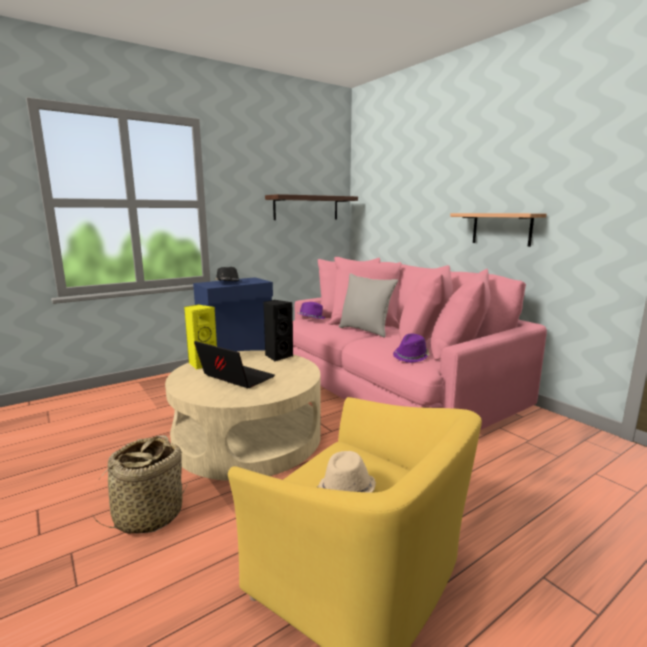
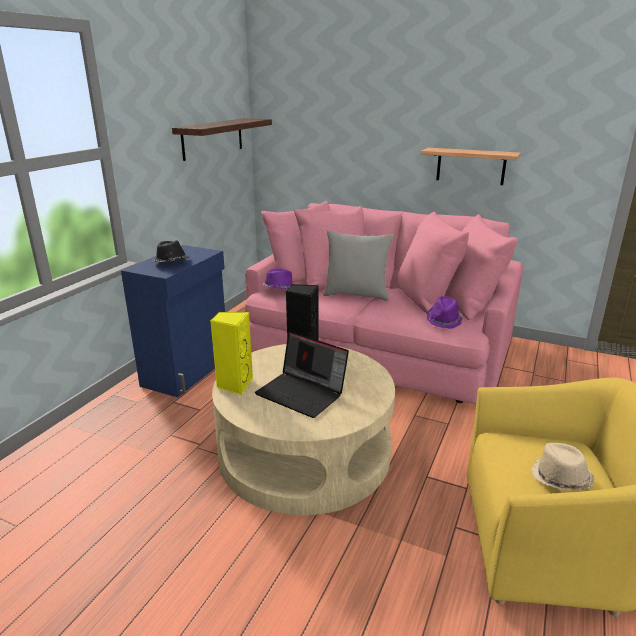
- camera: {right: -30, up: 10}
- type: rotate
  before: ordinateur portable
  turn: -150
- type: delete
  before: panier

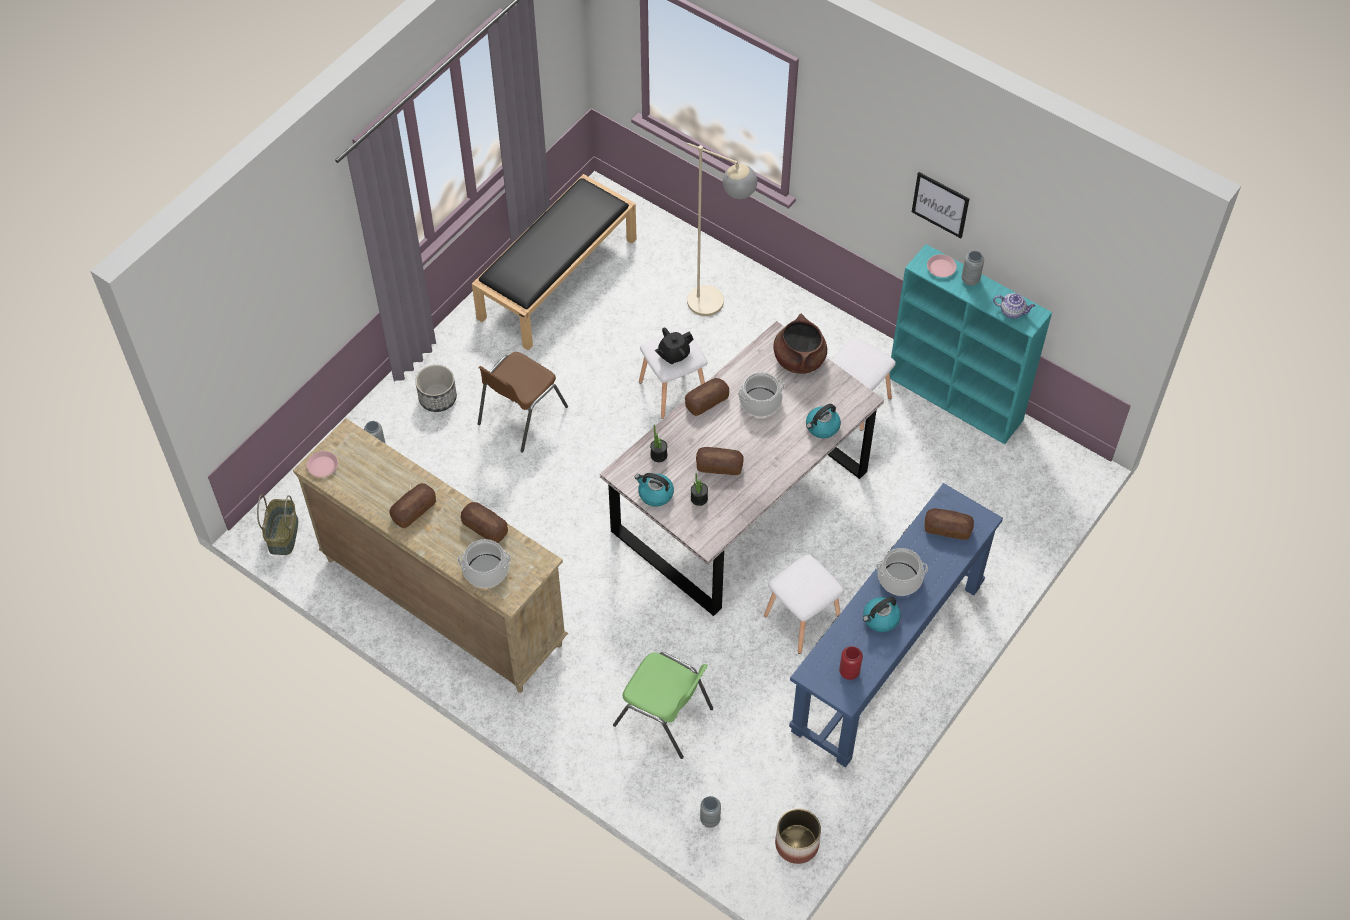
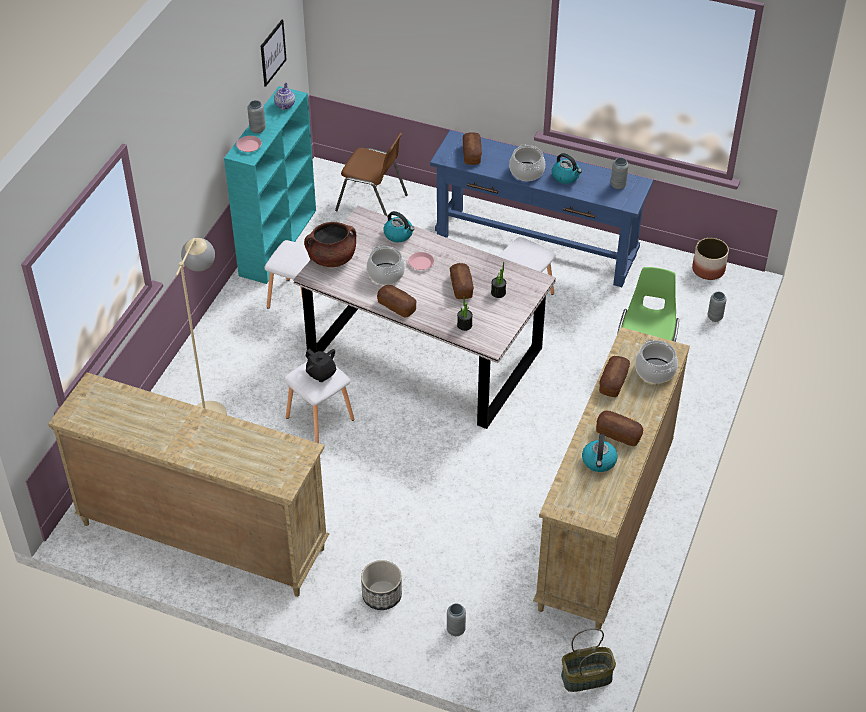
- camera: {right: -105, up: -10}
- type: replace
  before: banc [noir]
  after: commode [beige] (1st from left)
- type: move
  before: tableau
- type: move
  before: chaise [marron]
- type: move
  before: assiette [rose] (1st from left in the first image)
  after: assiette [rose] (2nd from left)
- type: move
  before: bouilloire (1st from left in the first image)
  after: bouilloire (3rd from left)
- type: recolor
  before: vase [rouge]
  after: vase [gris] (3rd from left)

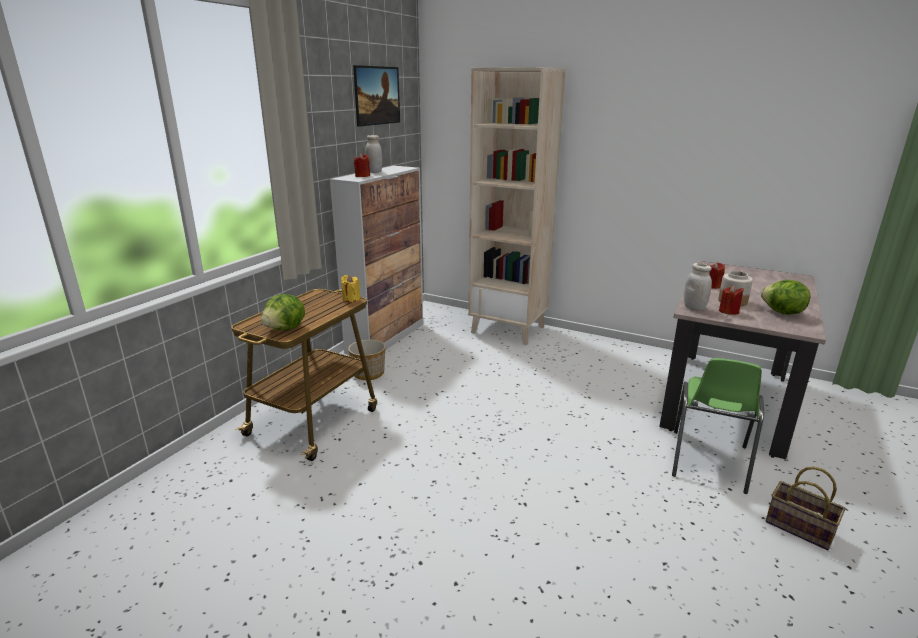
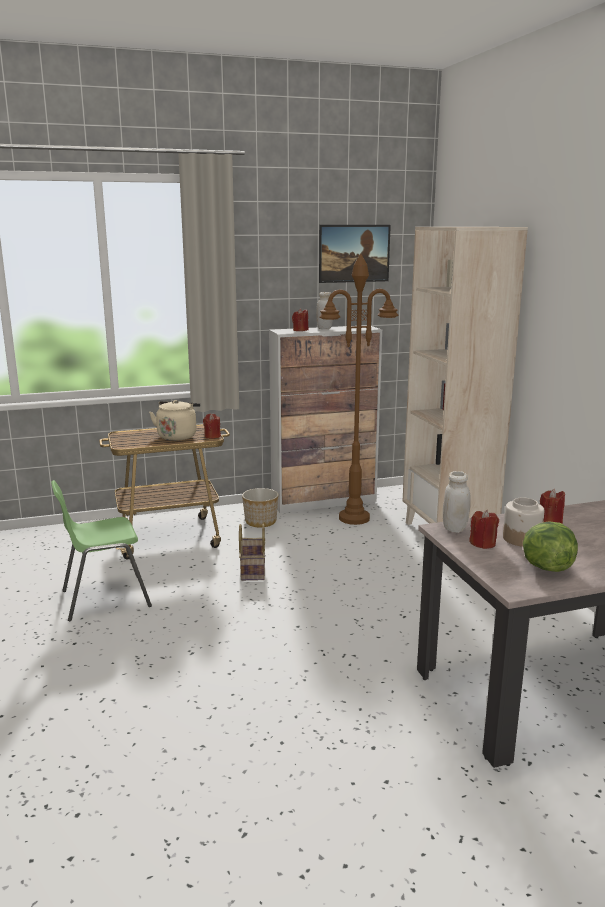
- camera: {right: 45, up: -5}
- type: move
  before: chaise [vert]
- type: insert
  after: bouilloire [beige]
- type: recolor
  before: bougie [jaune]
  after: bougie [rouge] (1st from left)
- type: move
  before: panier
- type: insert
  after: lampadaire [marron]
- type: delete
  before: laitue (1st from left)

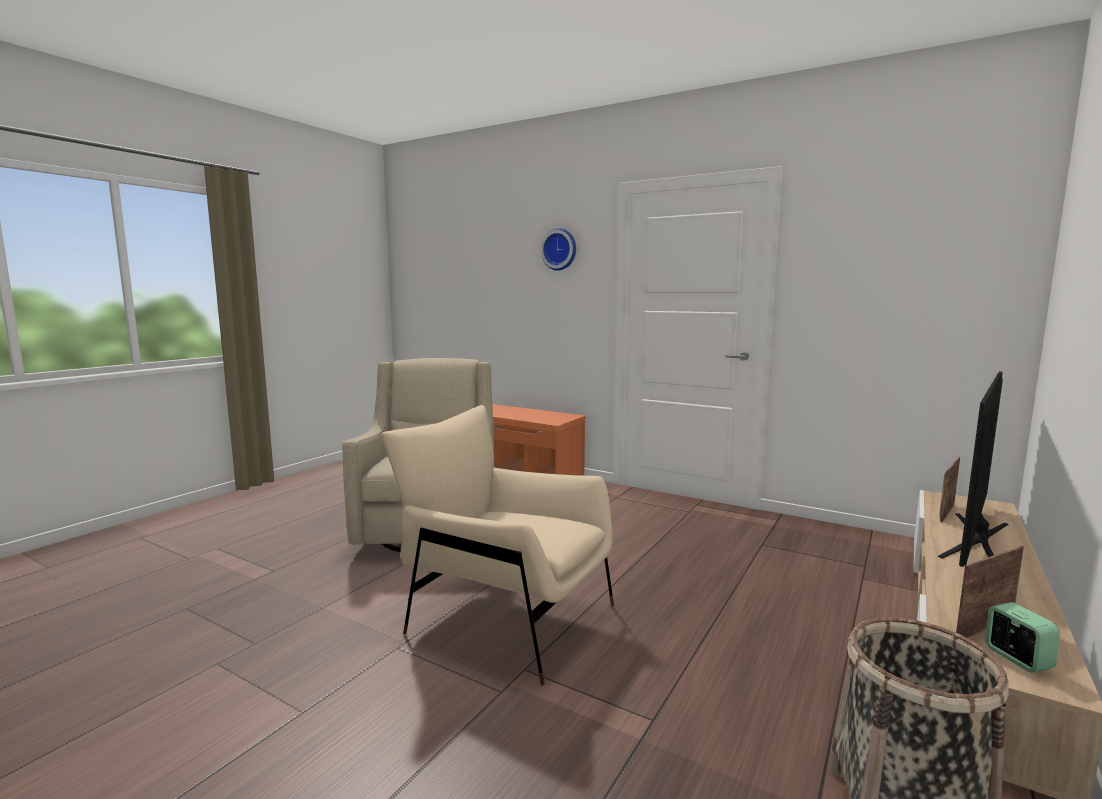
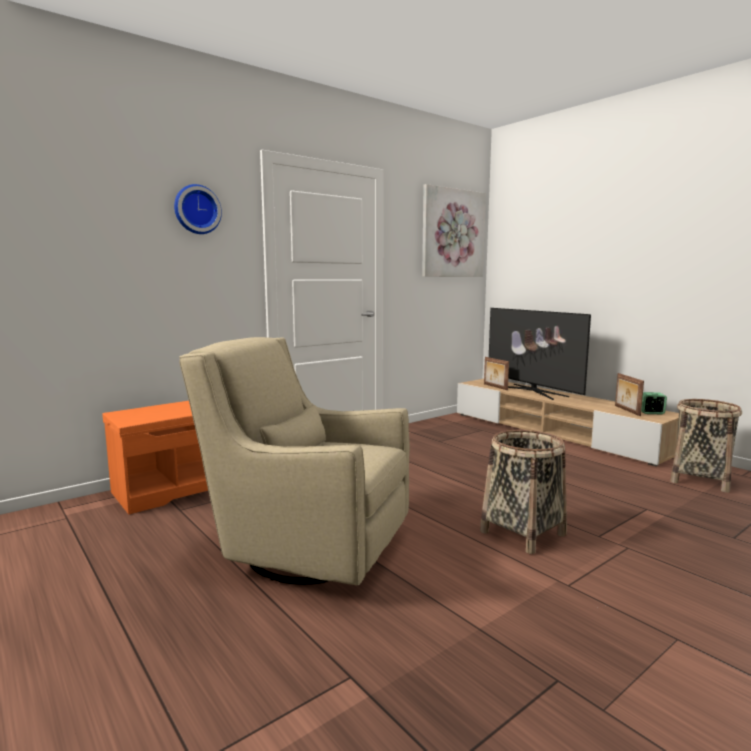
- camera: {right: -70, up: 0}
- type: insert
  after: tableau
- type: replace
  before: fauteuil [beige] (2nd from left)
  after: panier (1st from left)

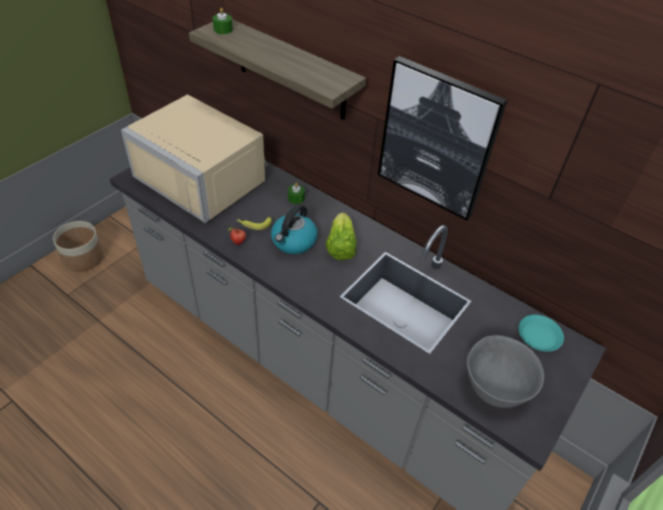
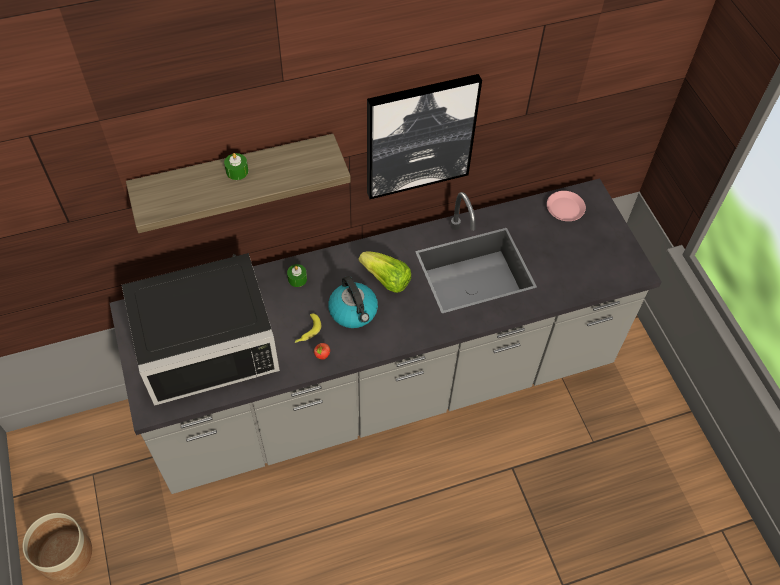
- camera: {right: -55, up: 10}
- type: recolor
  before: micro-ondes [beige]
  after: micro-ondes [noir]
- type: move
  before: bougie [vert] (1st from left)
- type: recolor
  before: assiette [turquoise]
  after: assiette [rose]
- type: delete
  before: bol [gris]

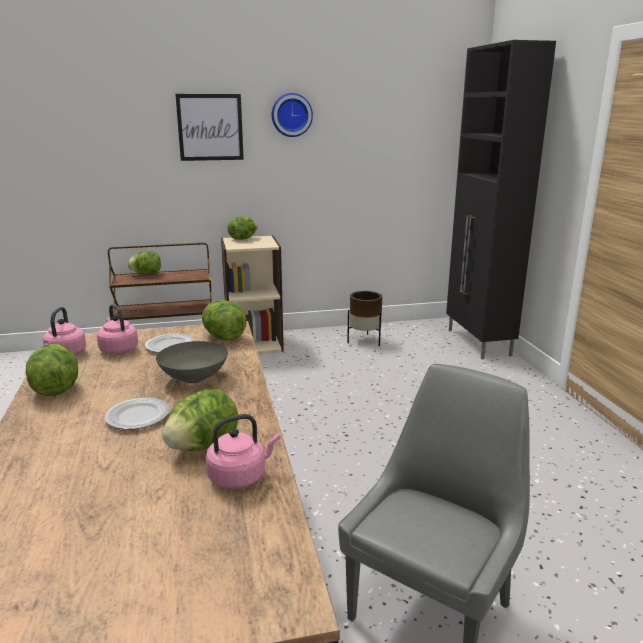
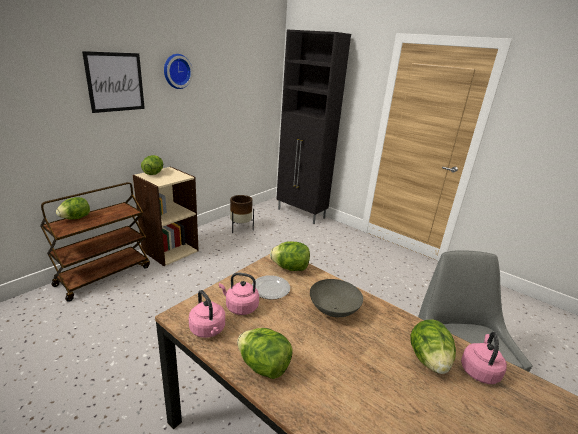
- camera: {right: -40, up: 5}
- type: delete
  before: assiette (1st from left)

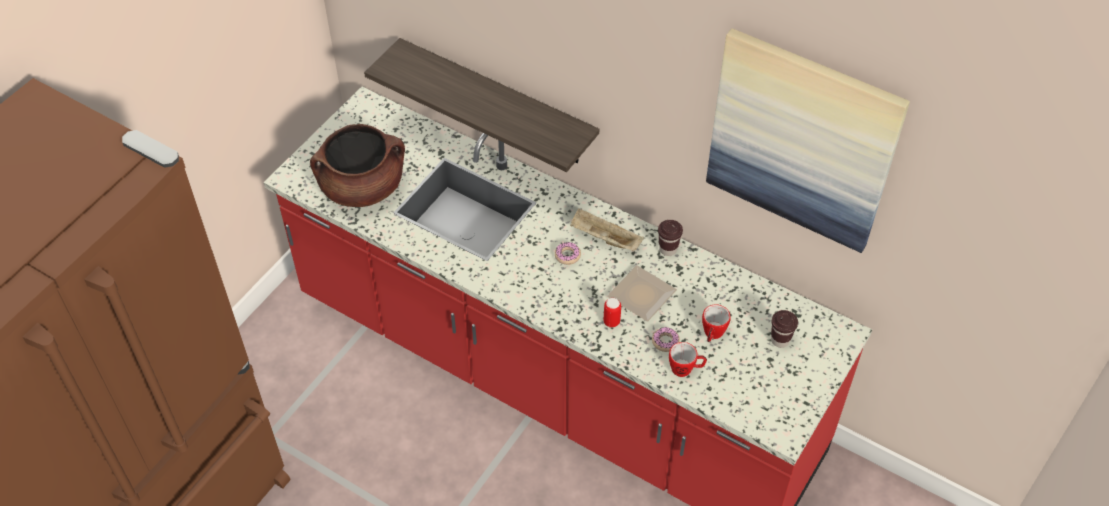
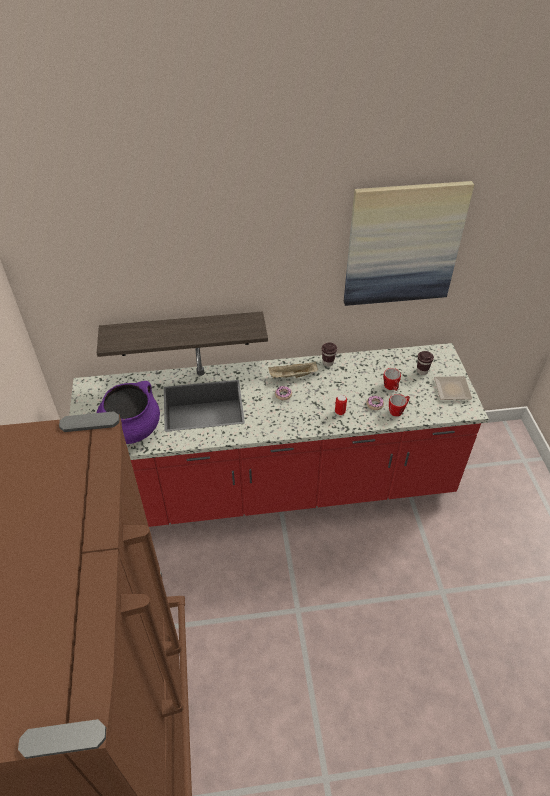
- camera: {right: -40, up: -5}
- type: recolor
  before: marmite [marron]
  after: marmite [violet]
- type: move
  before: assiette

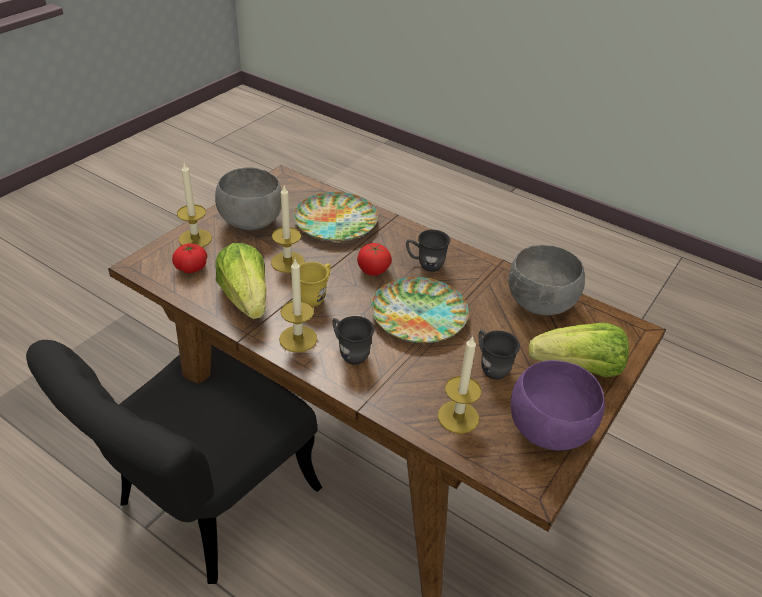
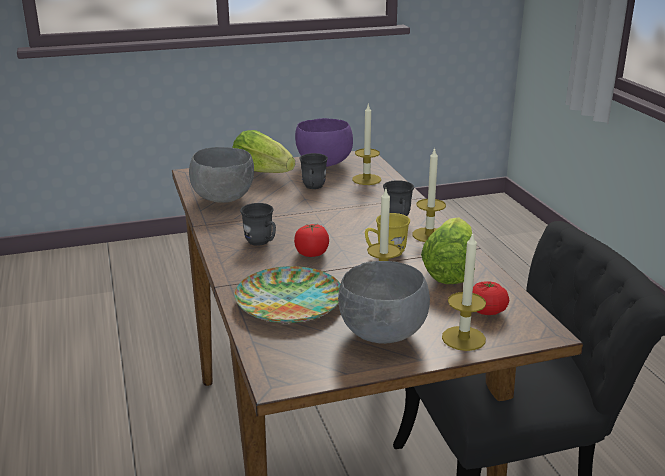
- camera: {right: -140, up: -15}
- type: delete
  before: assiette (2nd from left)

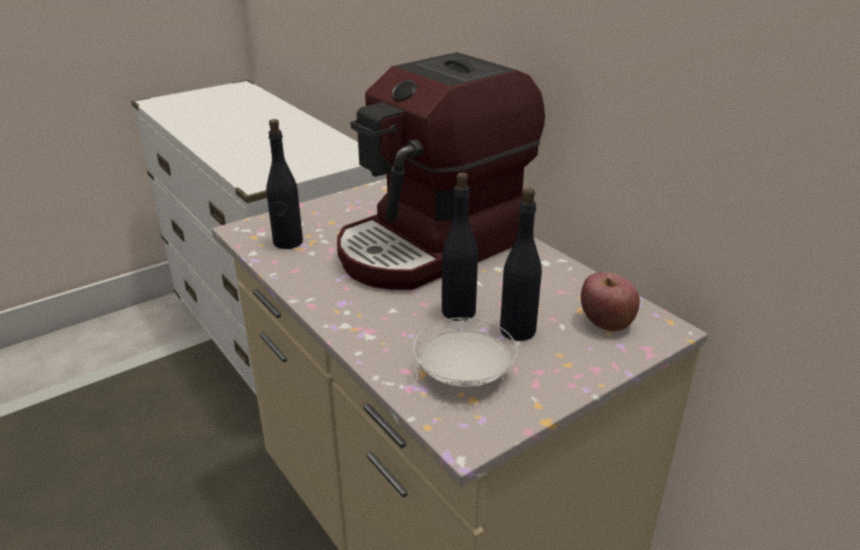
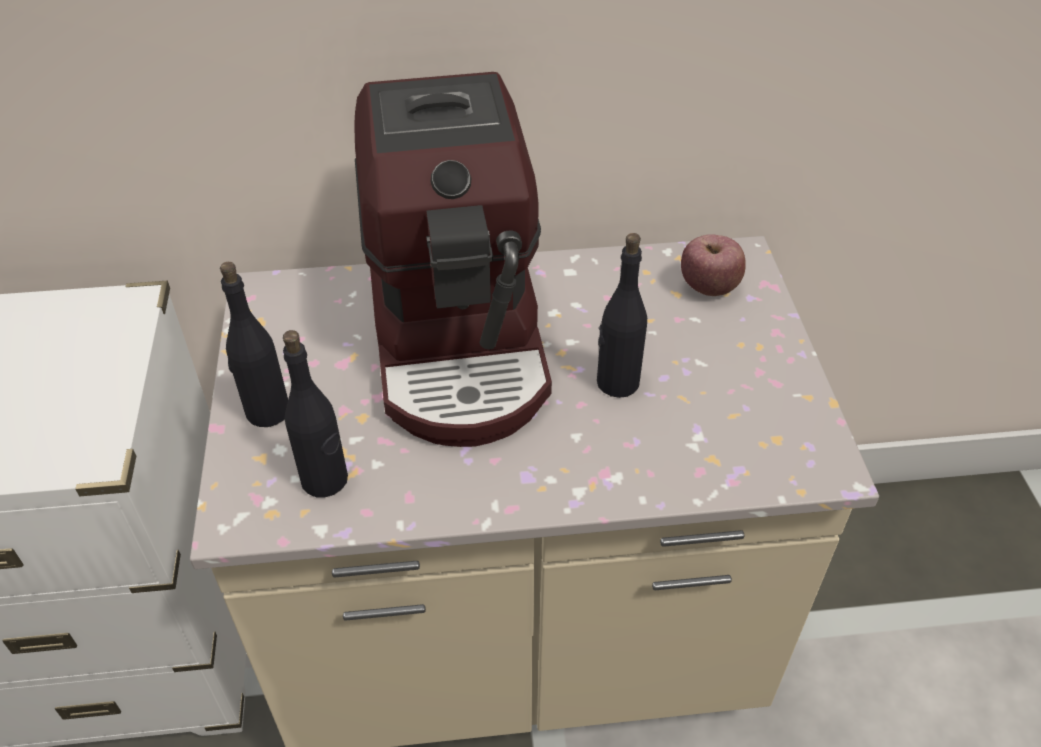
- camera: {right: -60, up: 15}
- type: move
  before: bouteille [noir] (3rd from left in the first image)
  after: bouteille [noir] (1st from left)
- type: delete
  before: assiette [blanc]

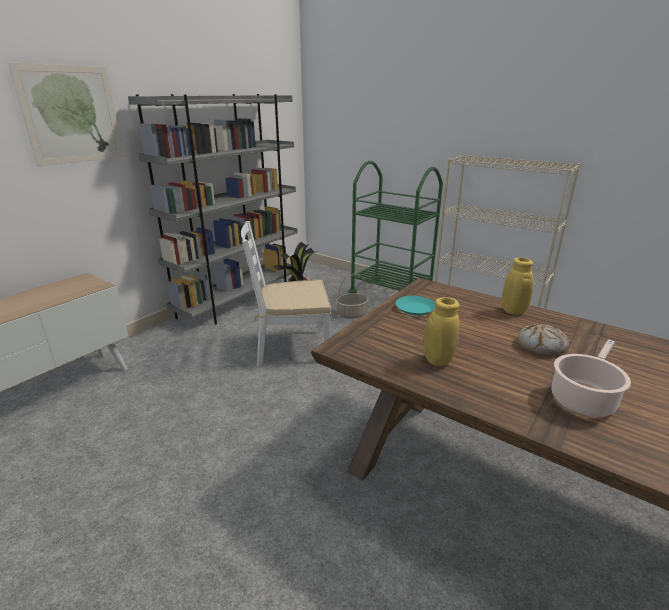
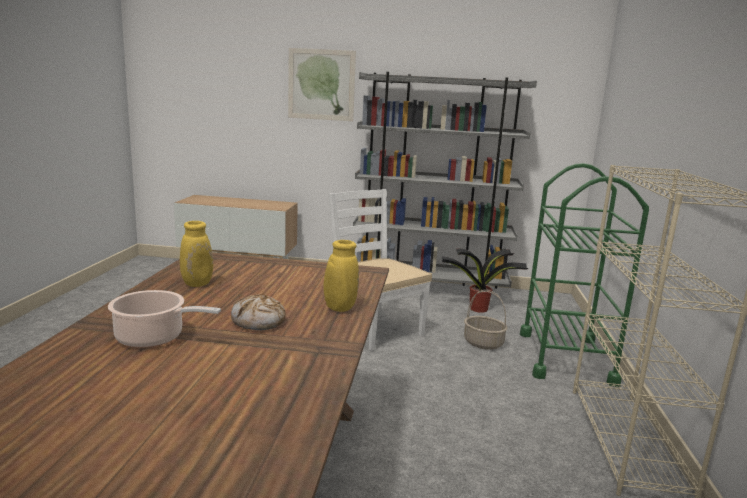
- camera: {right: 60, up: -10}
- type: delete
  before: assiette [turquoise]

